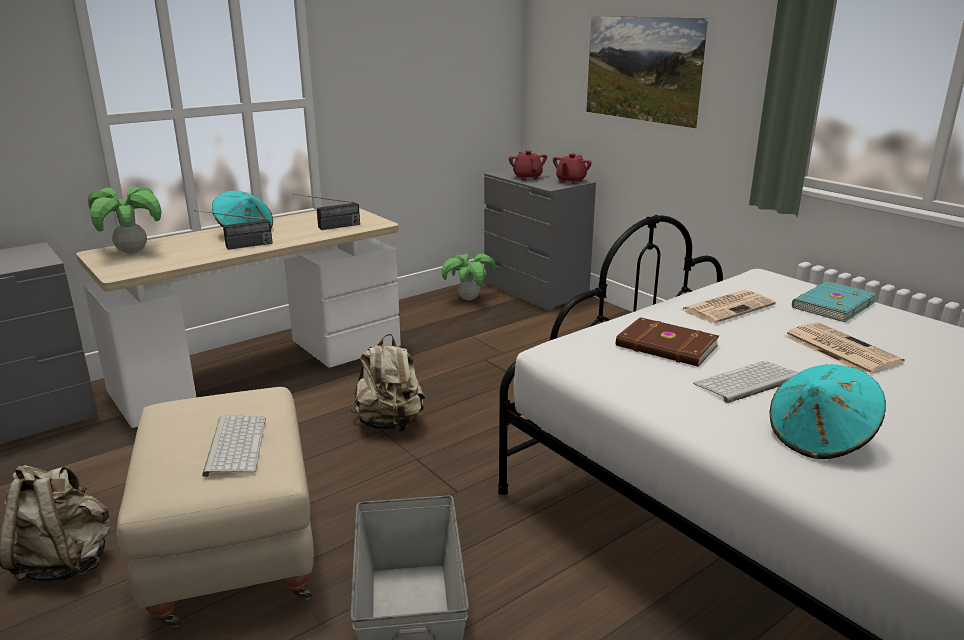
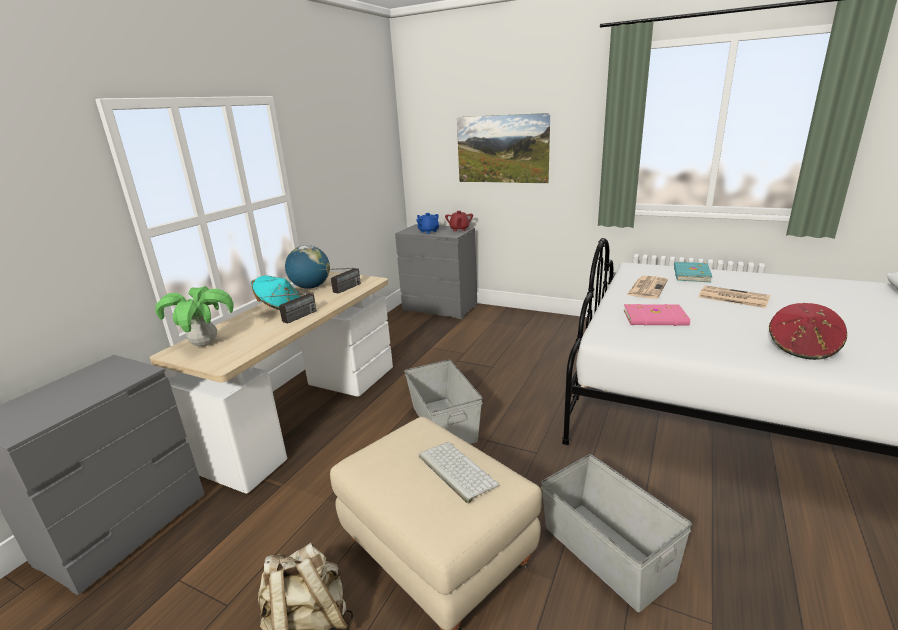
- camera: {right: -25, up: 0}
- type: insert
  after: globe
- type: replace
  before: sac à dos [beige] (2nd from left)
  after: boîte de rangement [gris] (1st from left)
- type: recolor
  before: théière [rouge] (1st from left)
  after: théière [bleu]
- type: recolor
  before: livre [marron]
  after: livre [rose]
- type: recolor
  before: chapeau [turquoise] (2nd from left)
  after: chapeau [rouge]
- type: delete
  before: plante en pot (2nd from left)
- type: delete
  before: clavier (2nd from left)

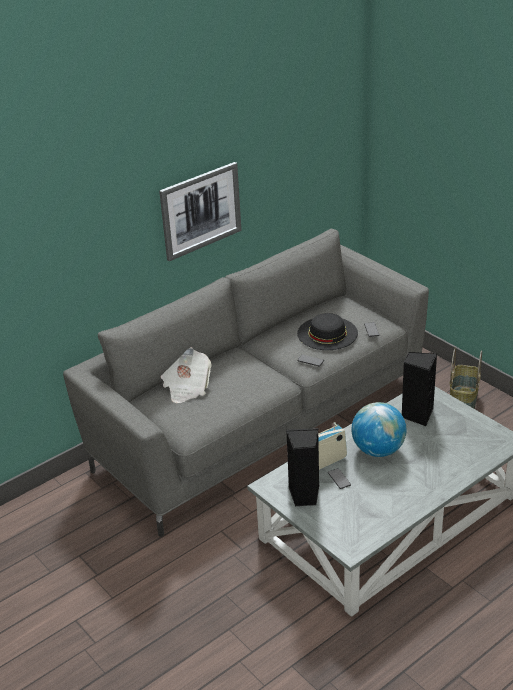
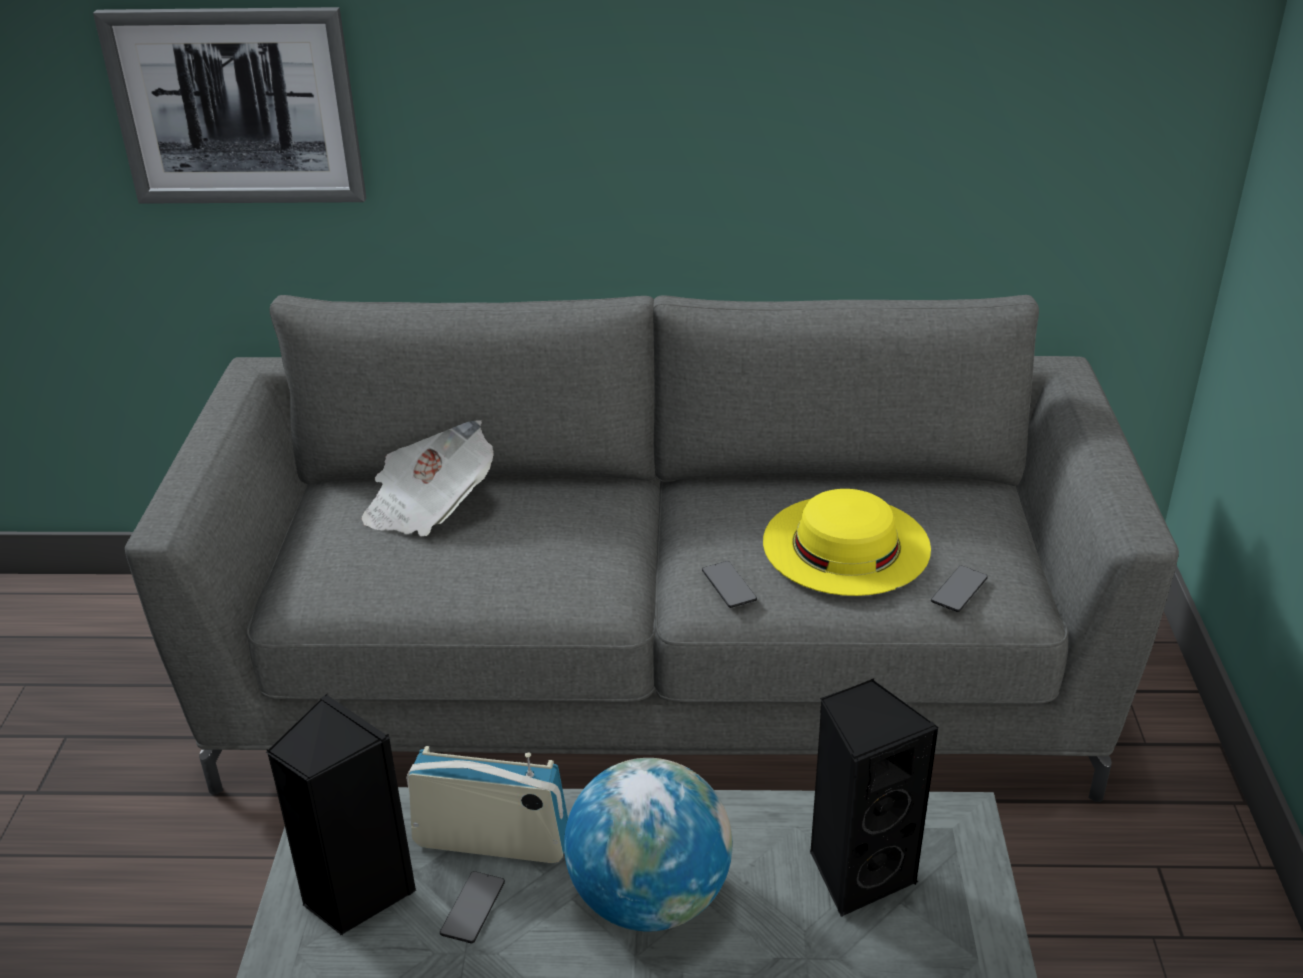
- camera: {right: 40, up: 0}
- type: move
  before: tableau
- type: recolor
  before: chapeau [noir]
  after: chapeau [jaune]
- type: delete
  before: panier

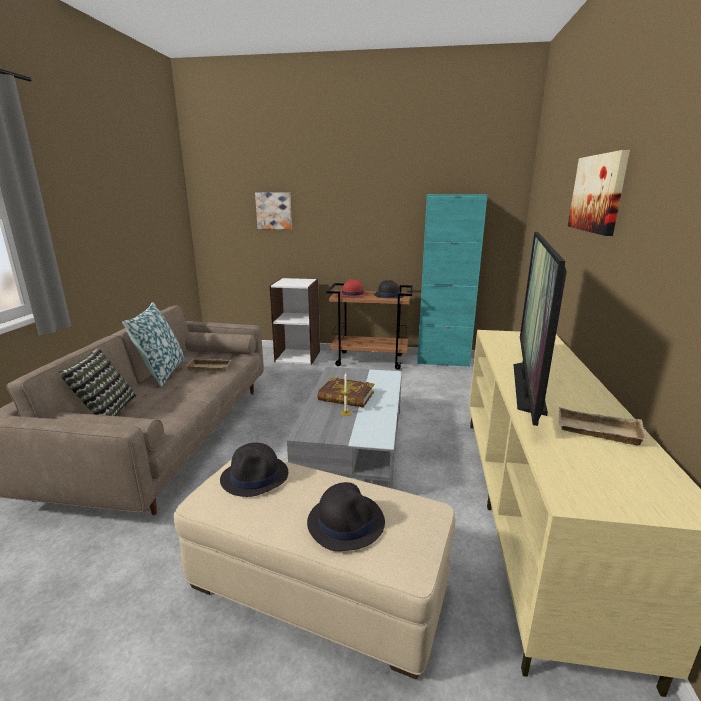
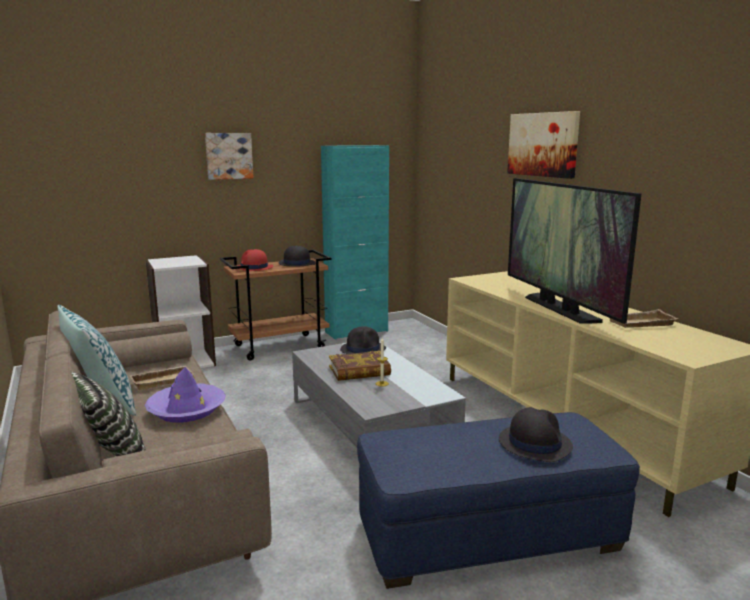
- camera: {right: -35, up: -5}
- type: insert
  after: chapeau [violet]
- type: move
  before: tableau (1st from left)
- type: move
  before: chapeau [noir] (1st from left in the first image)
  after: chapeau [noir] (2nd from left)
- type: recolor
  before: pouf [beige]
  after: pouf [bleu]

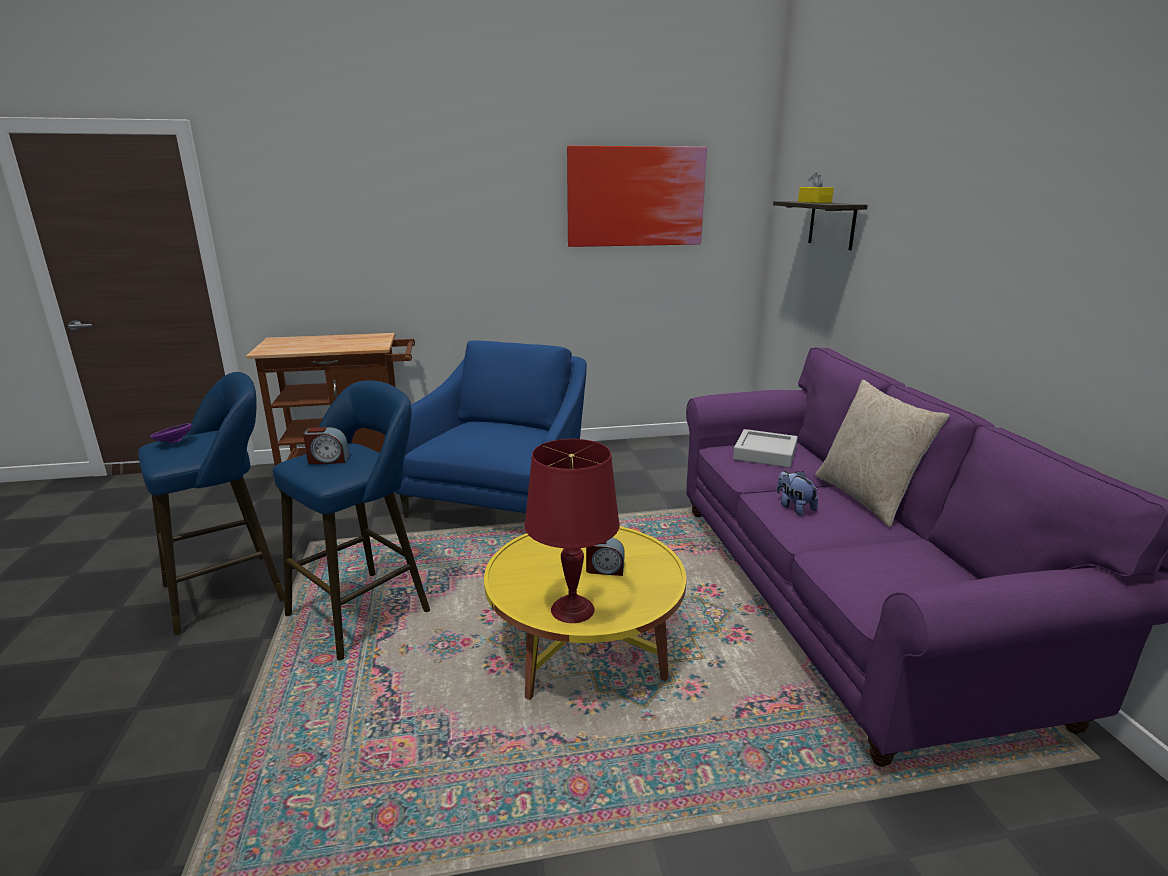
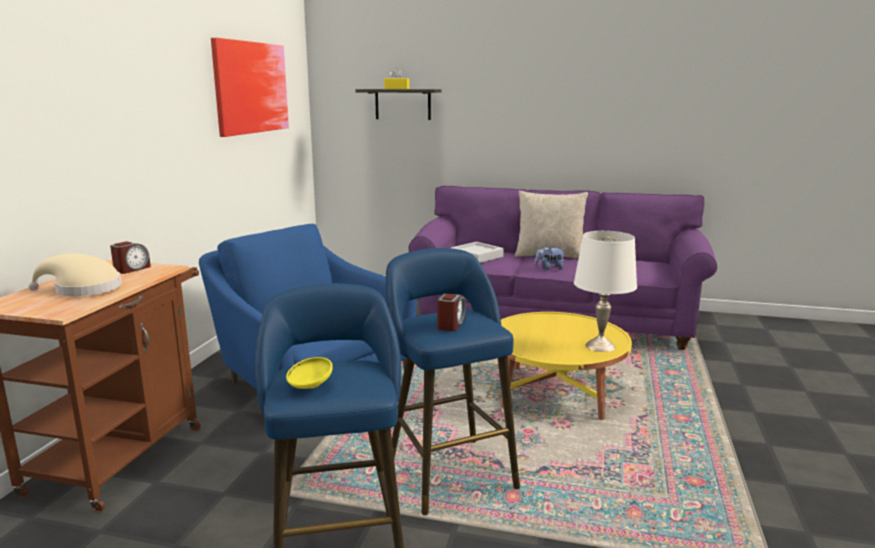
- camera: {right: -65, up: -5}
- type: insert
  after: chapeau [beige]
- type: move
  before: réveil (2nd from left in the first image)
  after: réveil (1st from left)
- type: recolor
  before: bol [violet]
  after: bol [jaune]
- type: recolor
  before: lampe de table [rouge]
  after: lampe de table [blanc]

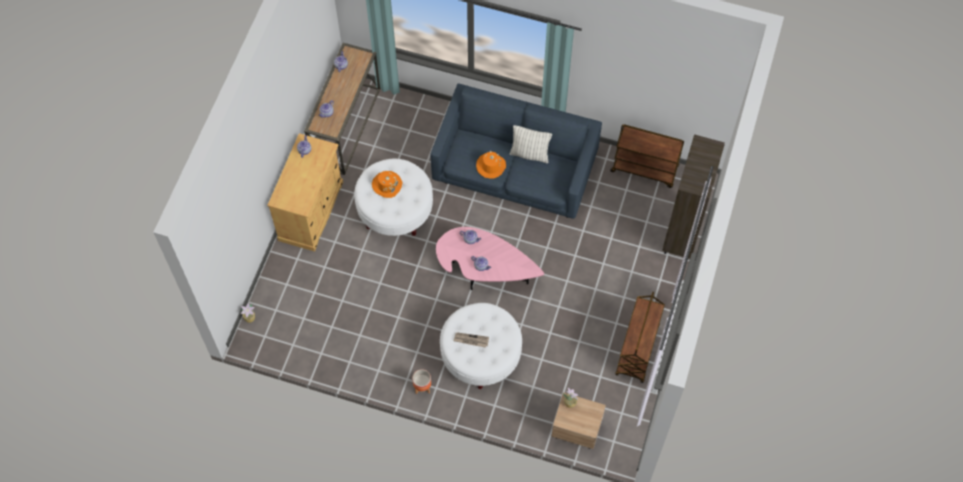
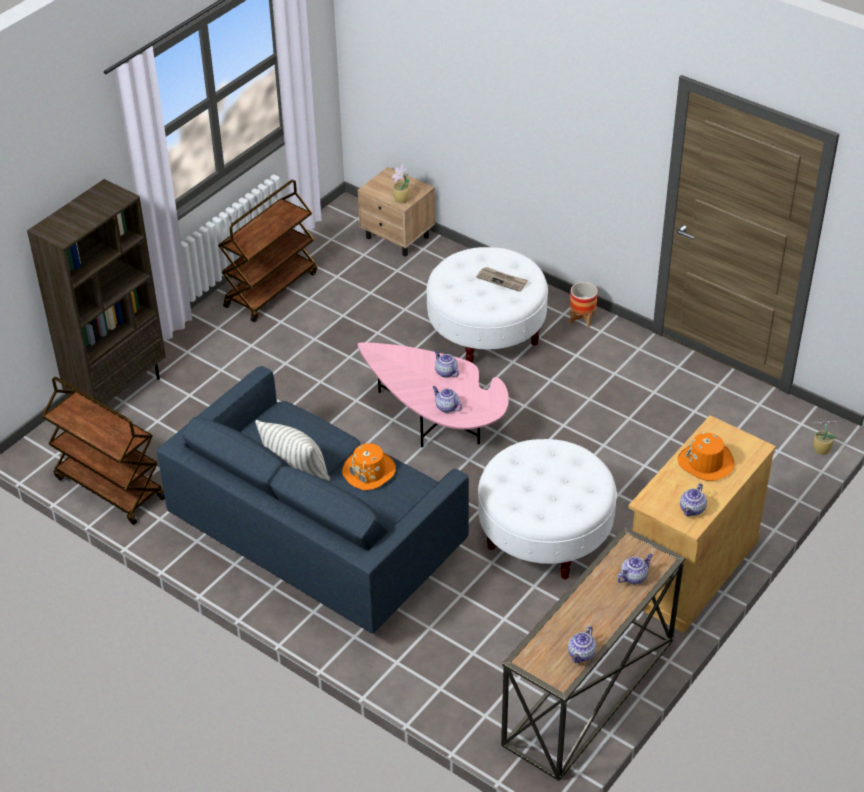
- camera: {right: -160, up: -20}
- type: move
  before: chapeau [orange] (1st from left in the first image)
  after: chapeau [orange] (2nd from left)

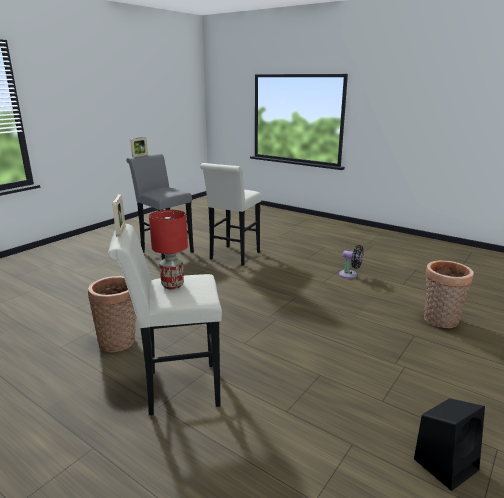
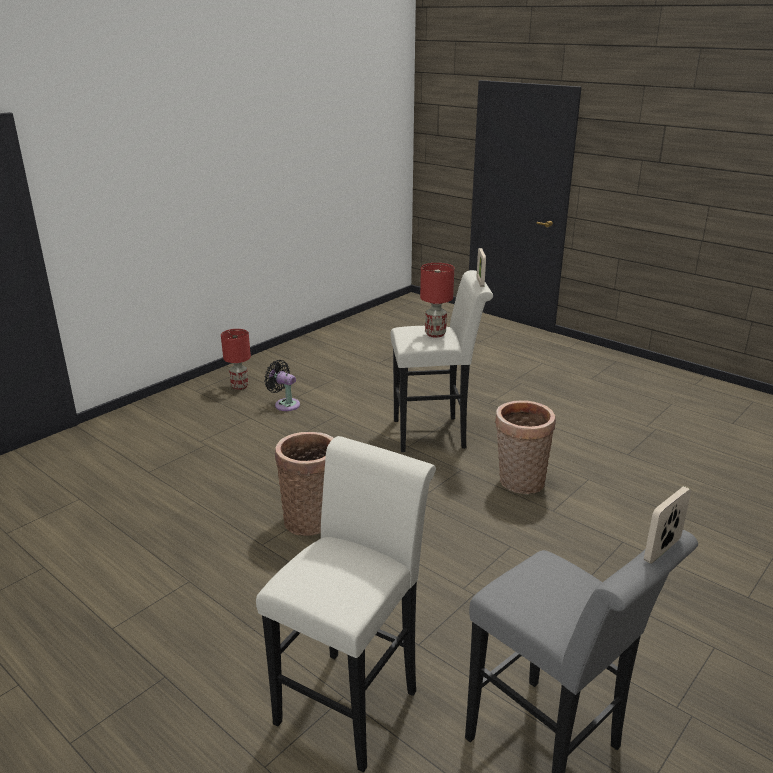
- camera: {right: -175, up: 5}
- type: replace
  before: enceinte [noir]
  after: lampe de table [rouge] (1st from left)
- type: move
  before: ventilateur [noir]
- type: move
  before: panier (2nd from left in the first image)
  after: panier (1st from left)

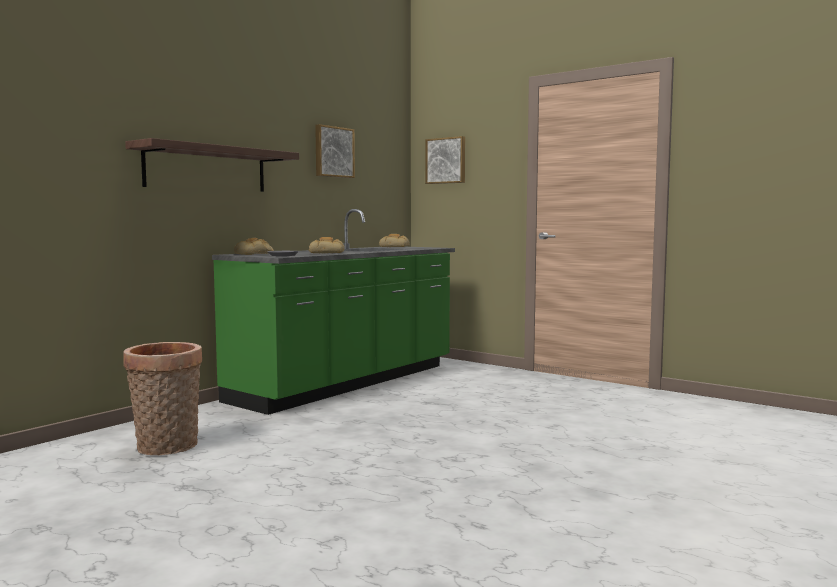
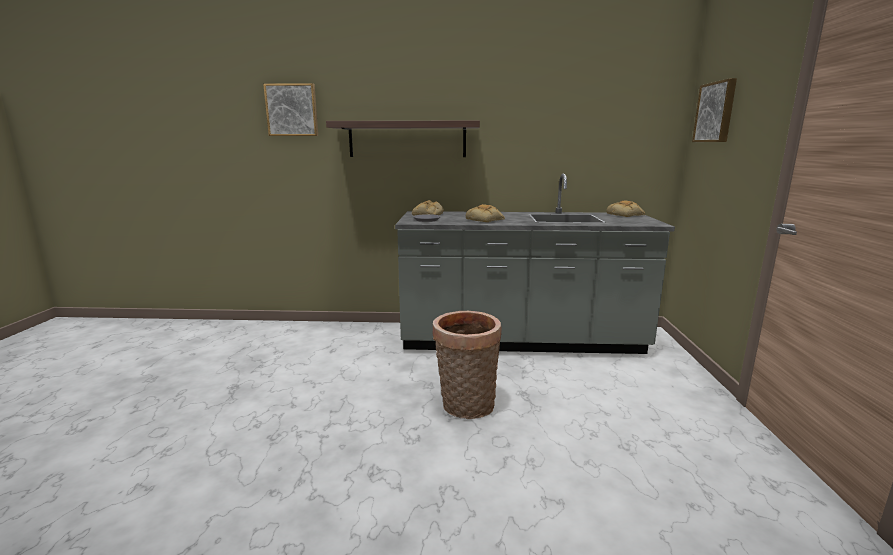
- camera: {right: 55, up: 10}
- type: move
  before: tableau (1st from left)
- type: recolor
  before: comptoir de cuisine [vert]
  after: comptoir de cuisine [gris]
- type: move
  before: panier

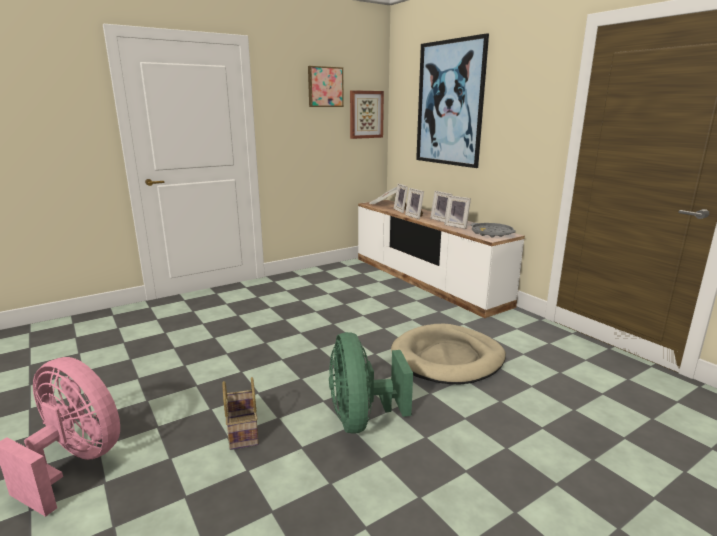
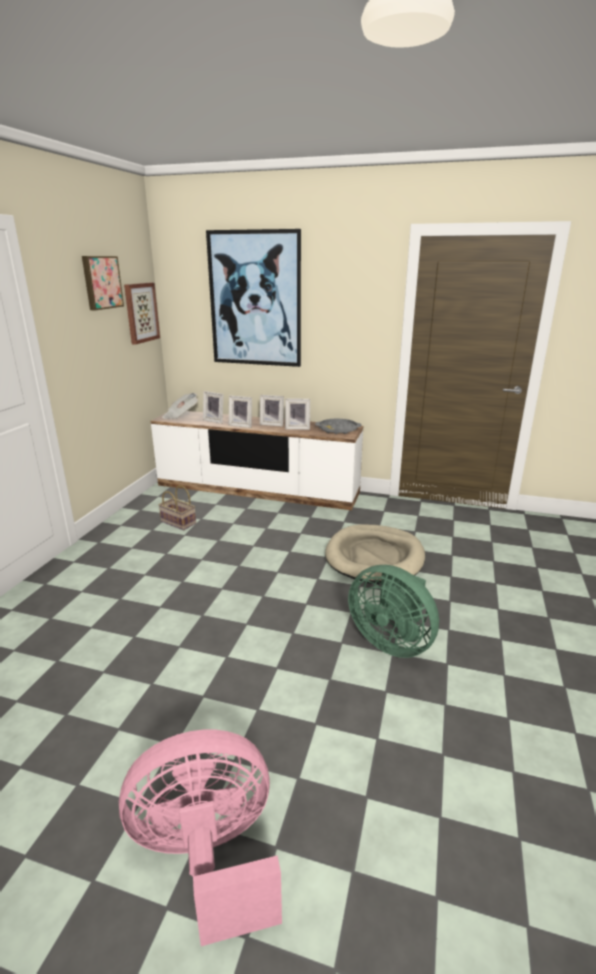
- camera: {right: -40, up: 5}
- type: move
  before: panier

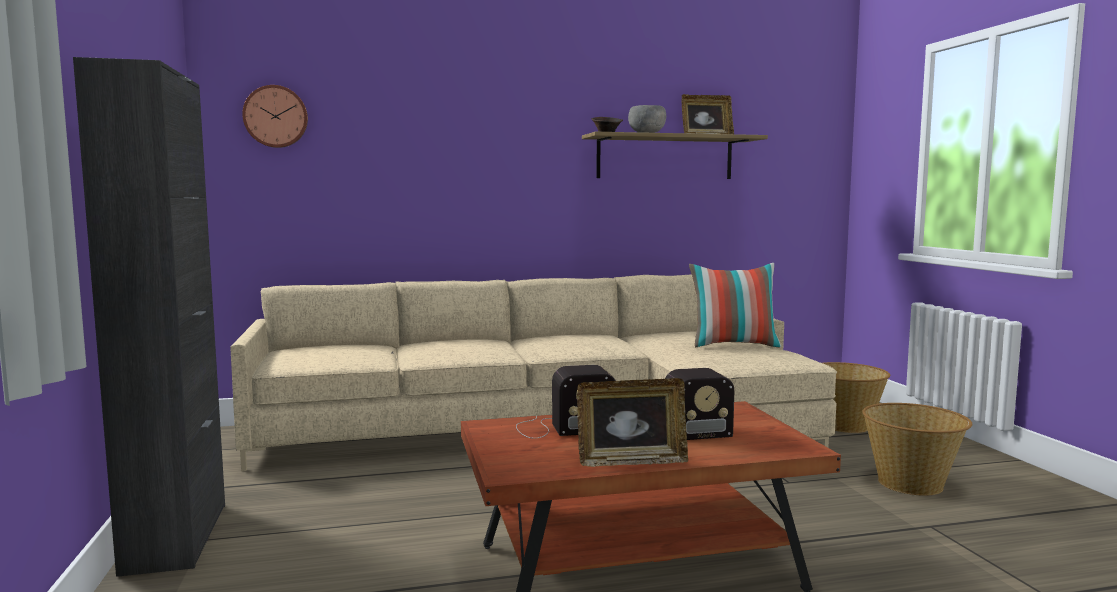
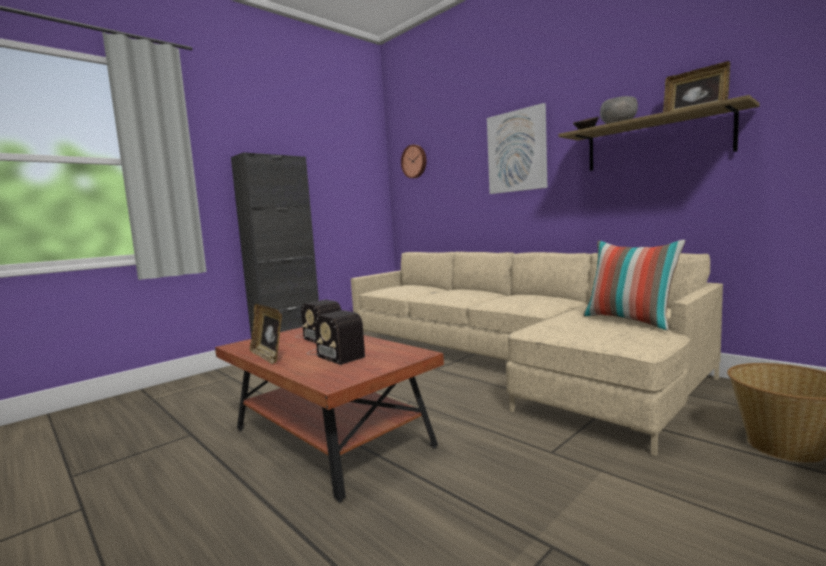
- camera: {right: 60, up: 0}
- type: insert
  after: tableau
- type: delete
  before: panier (2nd from left)

